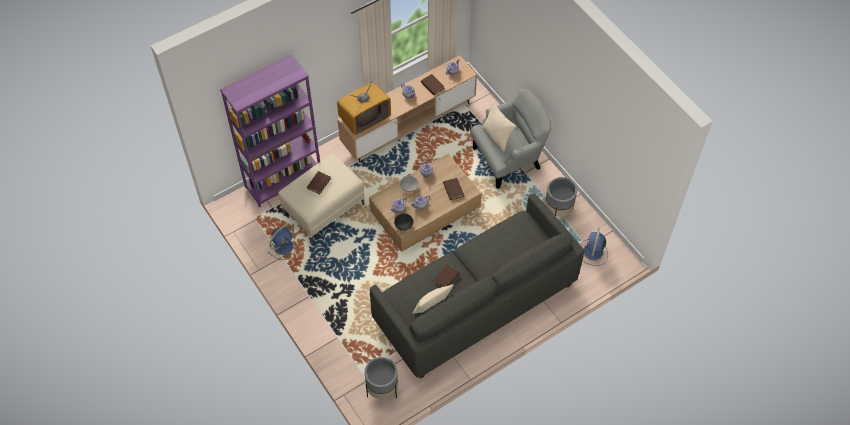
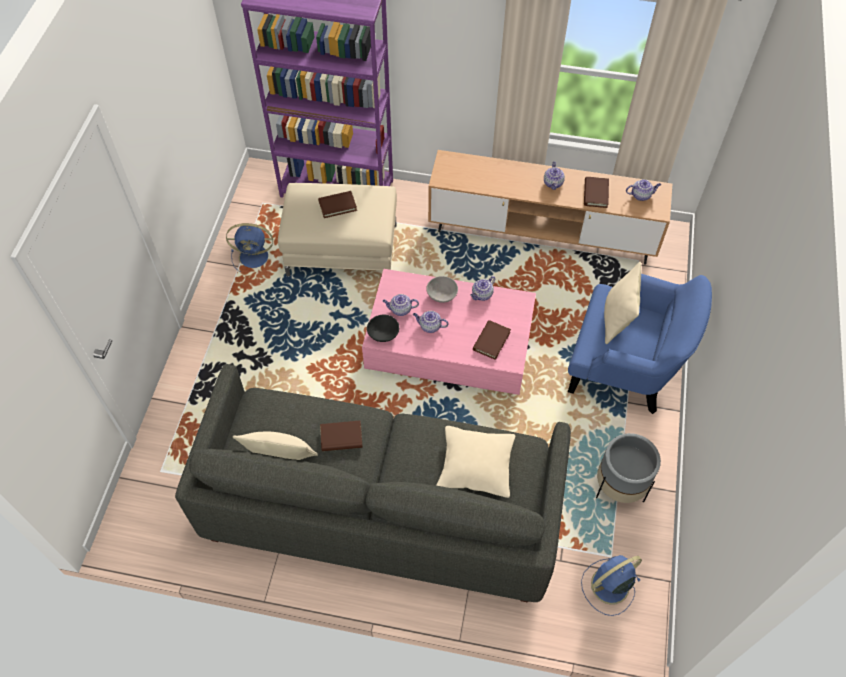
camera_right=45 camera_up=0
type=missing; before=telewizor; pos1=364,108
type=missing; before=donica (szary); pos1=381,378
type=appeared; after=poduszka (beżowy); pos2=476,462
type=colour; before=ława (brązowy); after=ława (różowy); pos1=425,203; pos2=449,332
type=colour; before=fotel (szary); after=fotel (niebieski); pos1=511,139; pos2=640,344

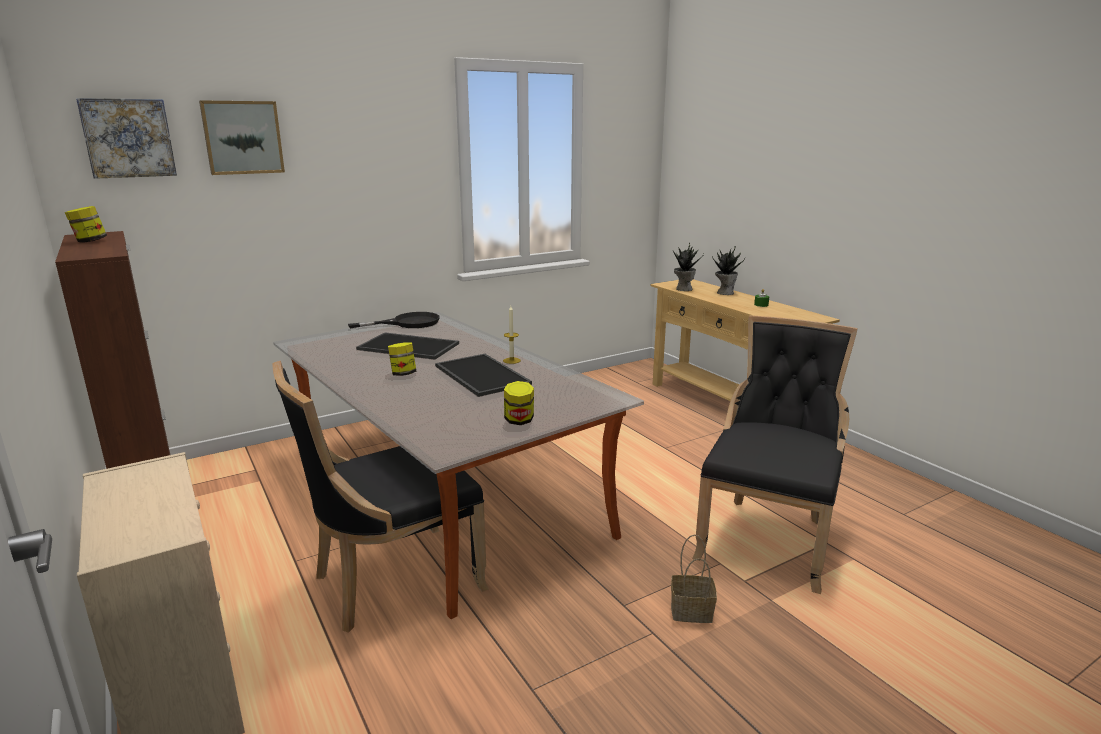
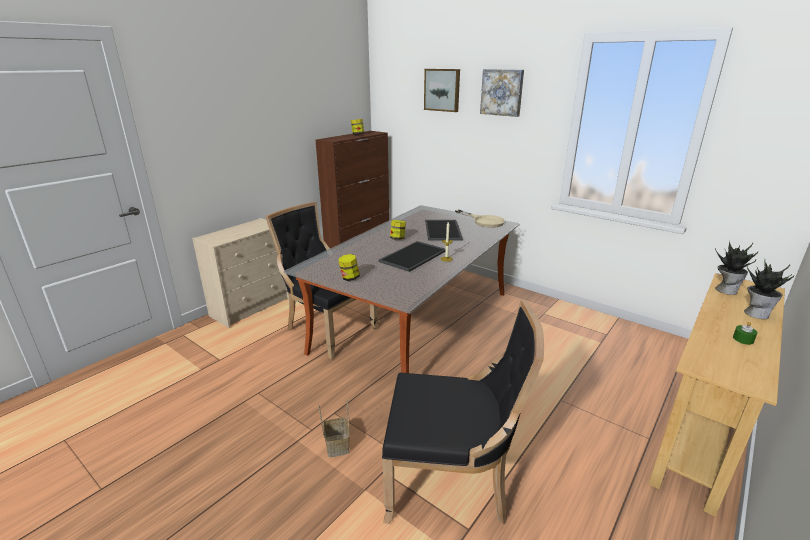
camera_right=70 camera_up=5
type=relocated; before=obraz; pos1=126,138; pos2=502,93
type=colour; before=patelnia (czarny); after=patelnia (beżowy); pos1=394,320; pos2=480,218

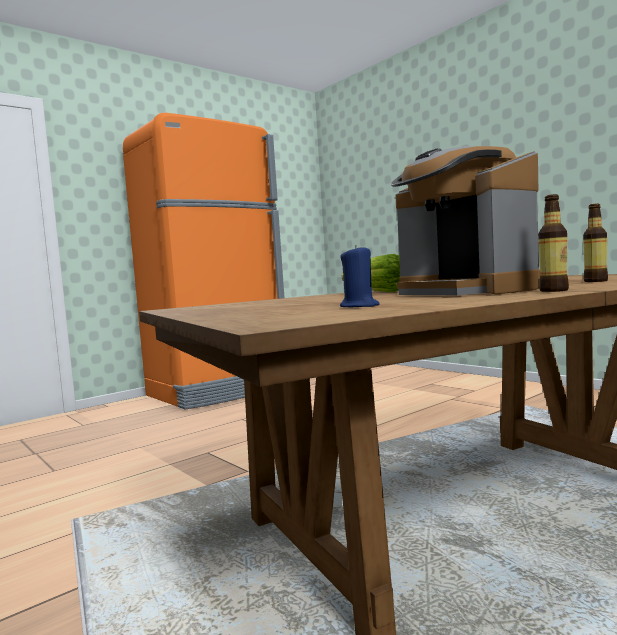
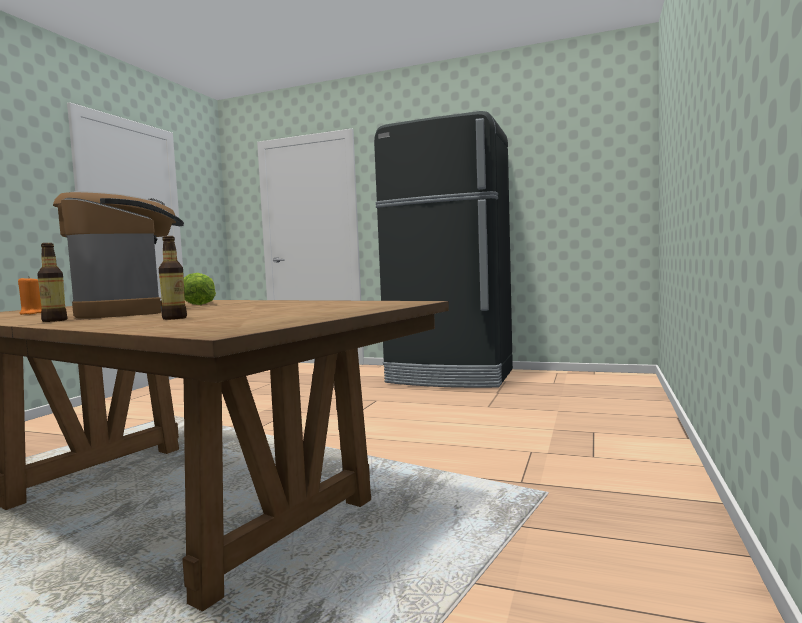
camera_right=60 camera_up=0
type=colour; before=lodówka (pomarańczowy); after=lodówka (czarny); pos1=203,261; pos2=443,249
type=colour; before=świeca (niebieski); after=świeca (pomarańczowy); pos1=360,276; pos2=30,295
type=spun; before=ekspres do kawy; pos1=465,220; pos2=118,254; turn=120

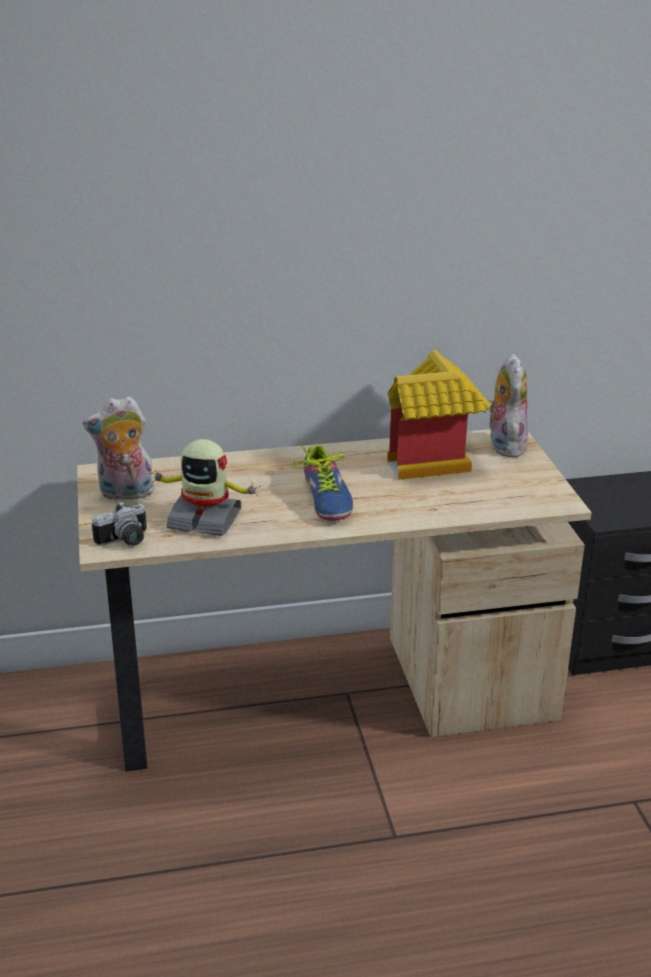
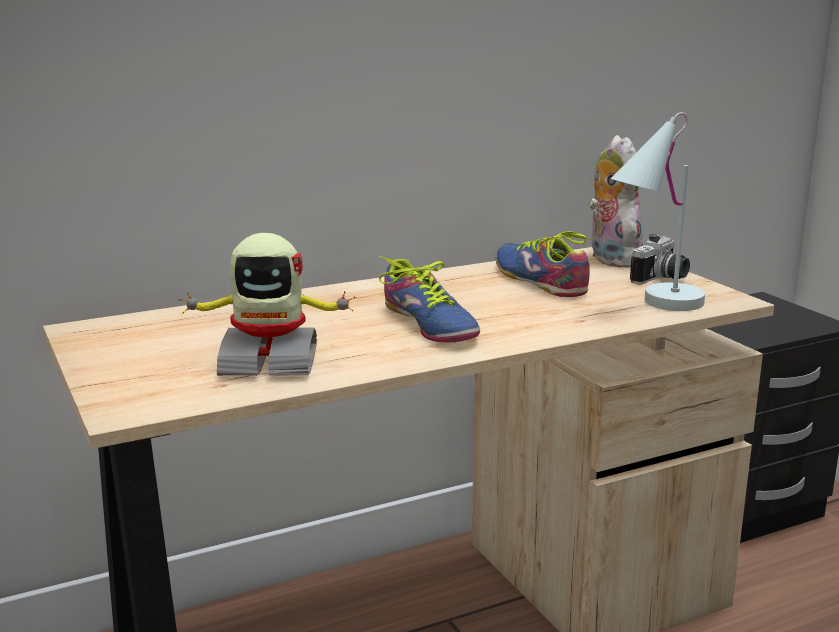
camera_right=-15 camera_up=-10
type=missing; before=pluszak; pos1=119,448
type=appeared; after=lampa stołowa (biały); pos2=658,211
type=relocated; before=aparat fotograficzny; pos1=119,523; pos2=660,258
type=exchanged; before=domek; after=but; pos1=439,415; pos2=545,264

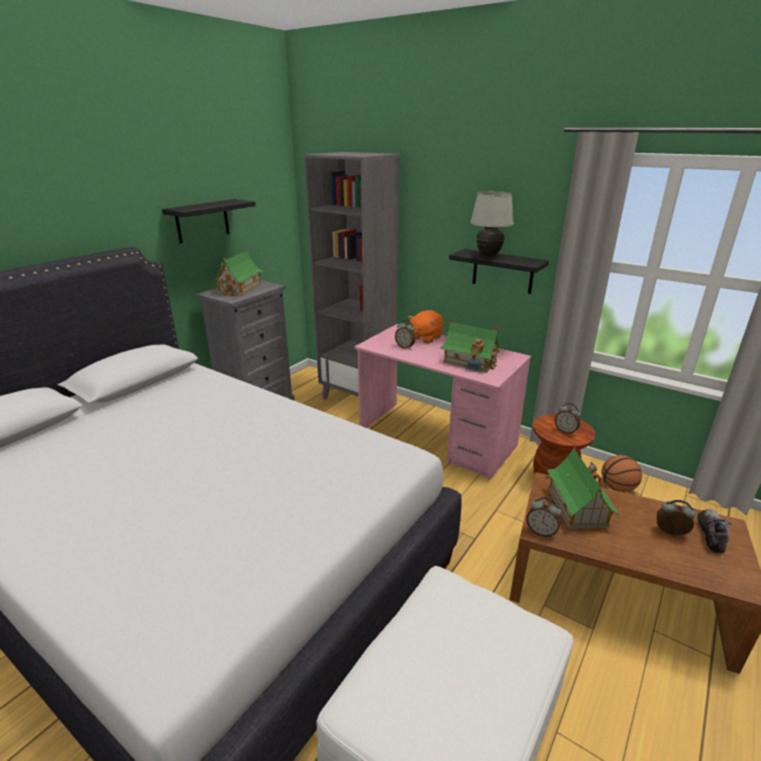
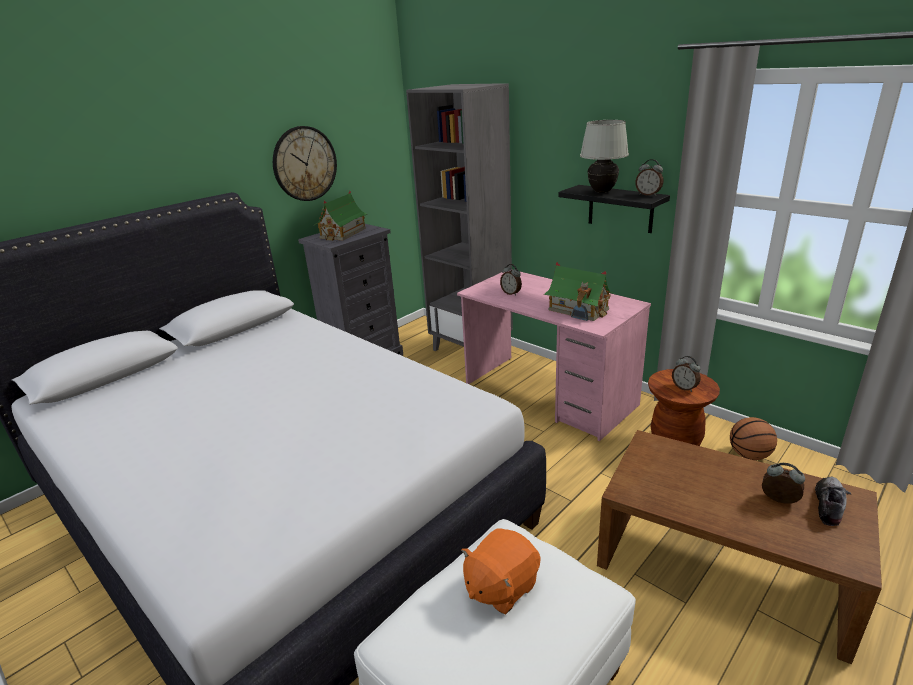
camera_right=10 camera_up=0
type=missing; before=domek; pos1=581,486
type=relocated; before=pluszak (pomarańczowy); pos1=426,326; pos2=501,571
type=relocated; before=budzik; pos1=543,517; pos2=649,177
type=exchanged; before=półka (czarny); after=zegar ścienny; pos1=209,221; pos2=305,163

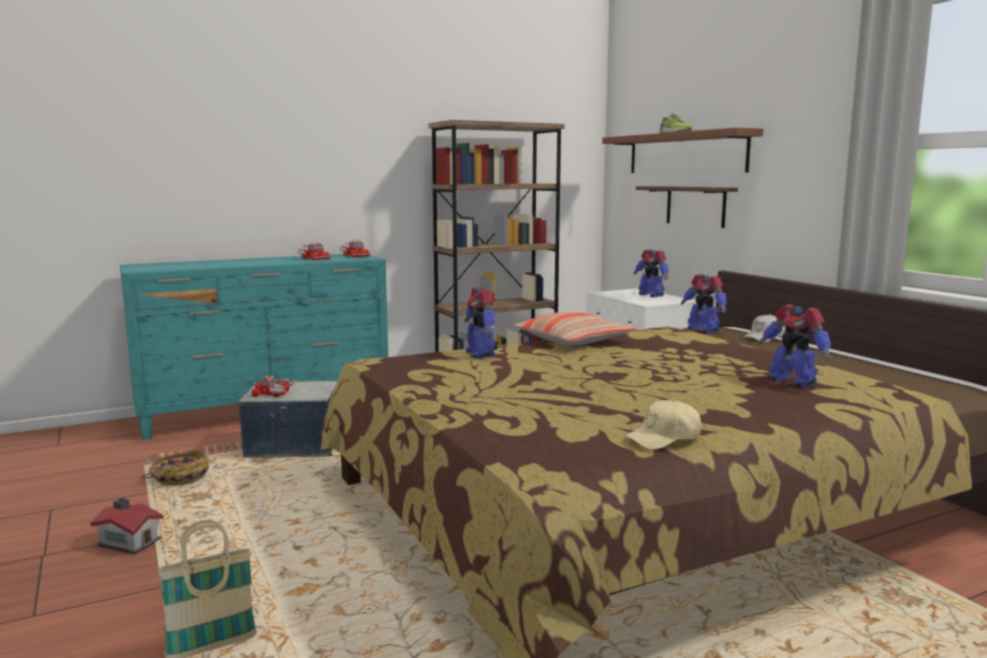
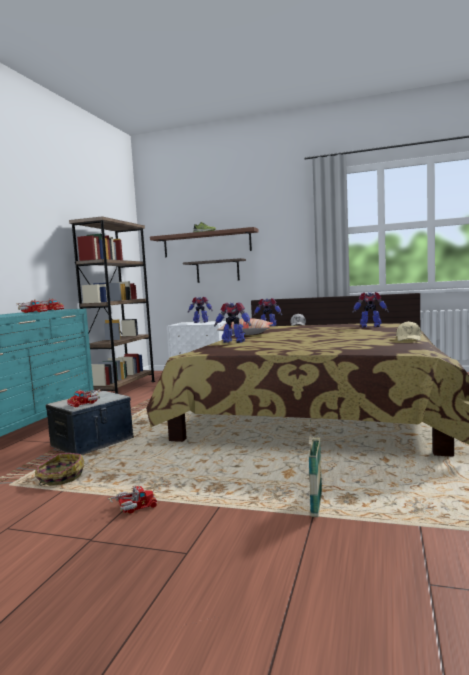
camera_right=-45 camera_up=-5
type=exchanged; before=domek; after=ciężarówka zabawkowa; pos1=127,526; pos2=132,499

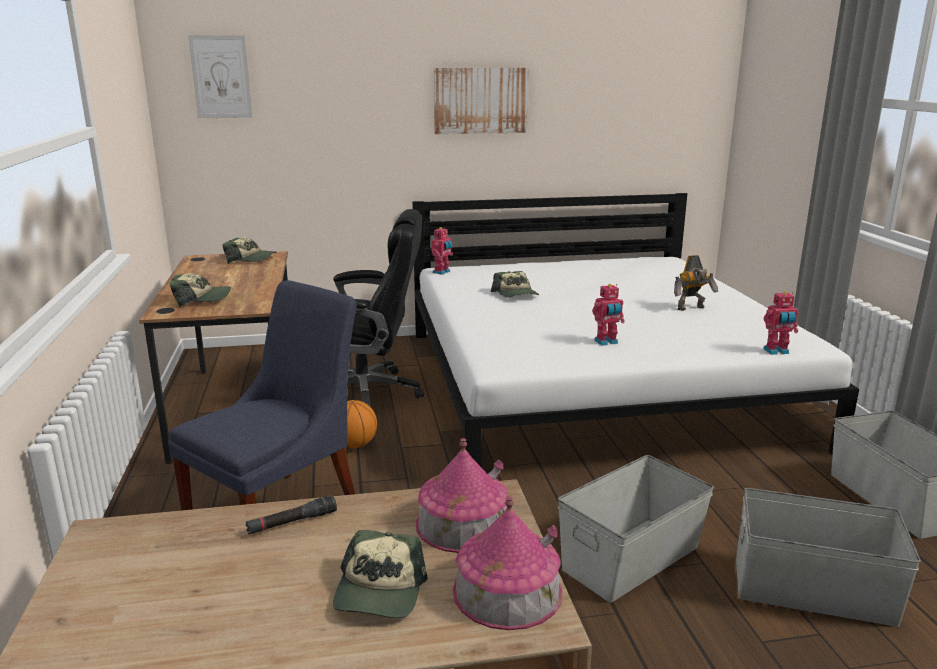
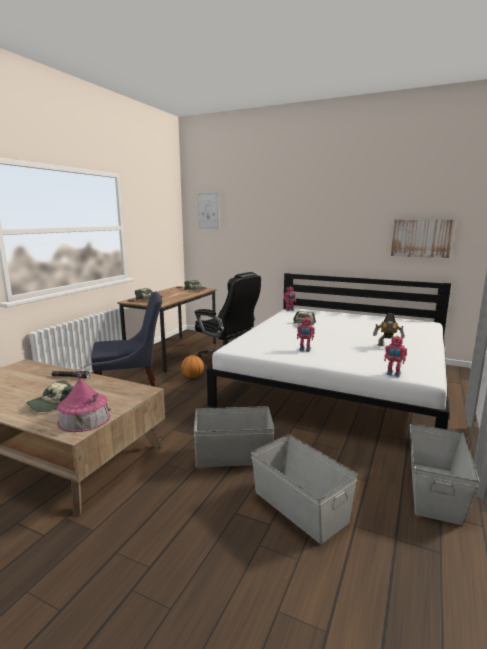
camera_right=35 camera_up=-5
type=missing; before=domek; pos1=462,495
type=relocated; before=obraz; pos1=481,101; pos2=423,239

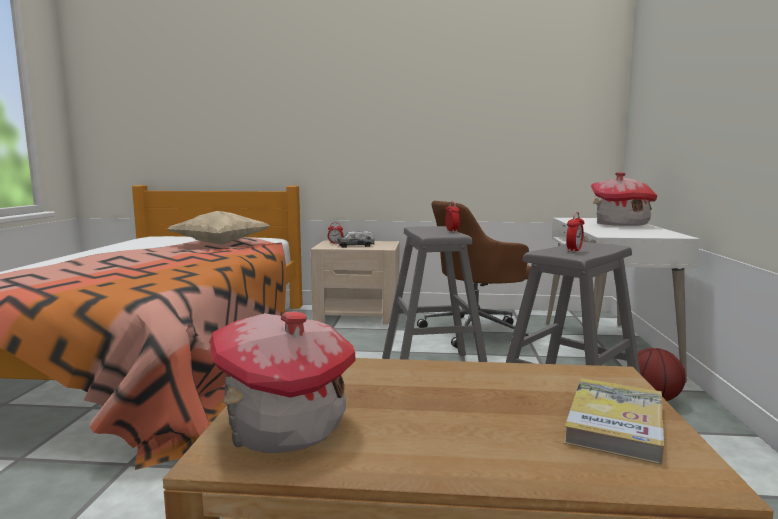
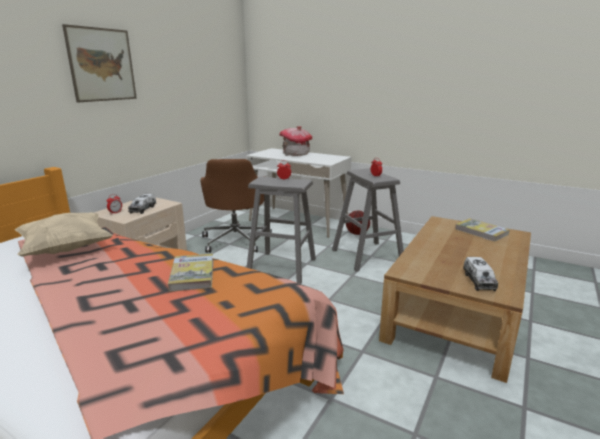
camera_right=-65 camera_up=10
type=appeared; after=obraz; pos2=99,63
type=appeared; after=książka; pos2=190,273
type=exchanged; before=domek; after=ciężarówka zabawkowa; pos1=282,382; pos2=480,274

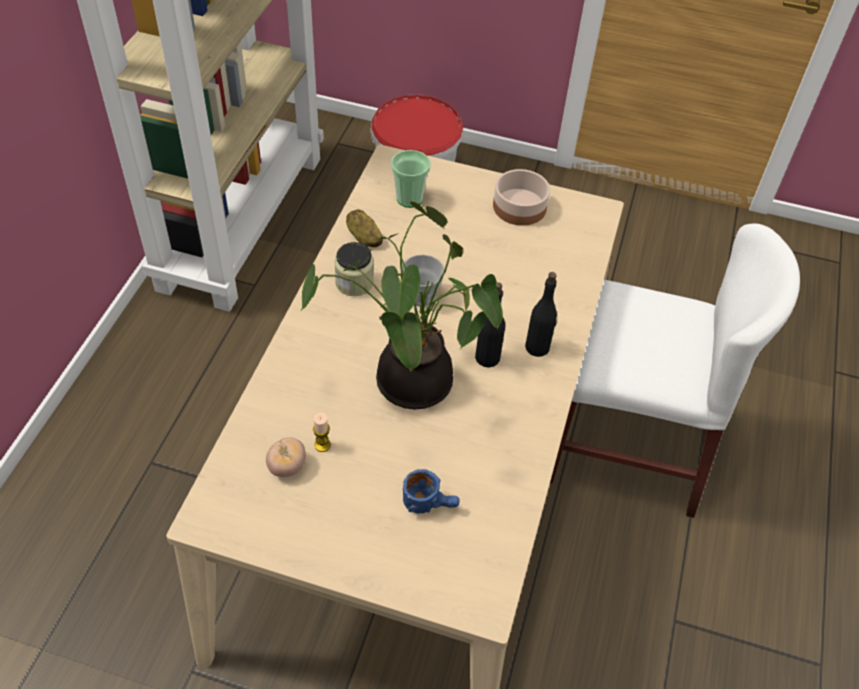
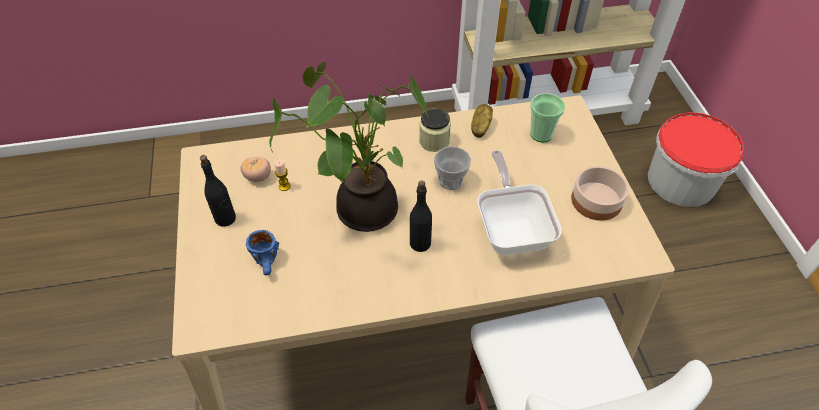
camera_right=65 camera_up=0
type=appeared; after=patelnia; pos2=519,202
type=relocated; before=butelka (czarny); pos1=541,314; pos2=218,191

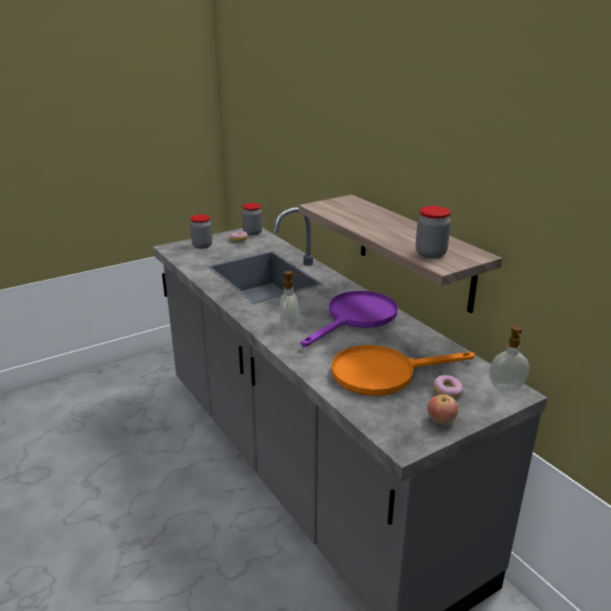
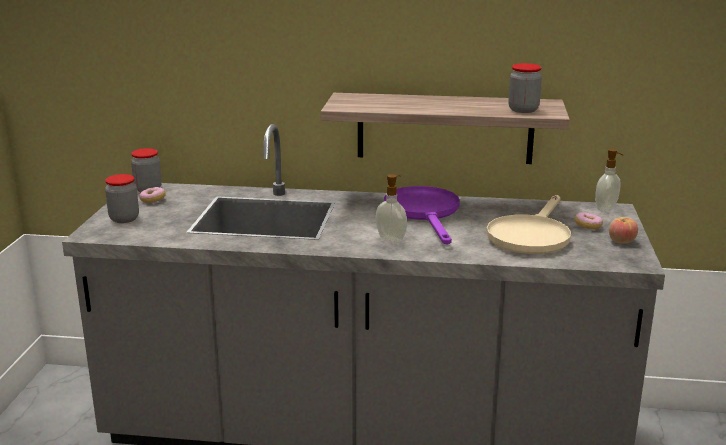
camera_right=-50 camera_up=-5
type=colour; before=patelnia (pomarańczowy); after=patelnia (beżowy); pos1=403,370; pos2=528,224

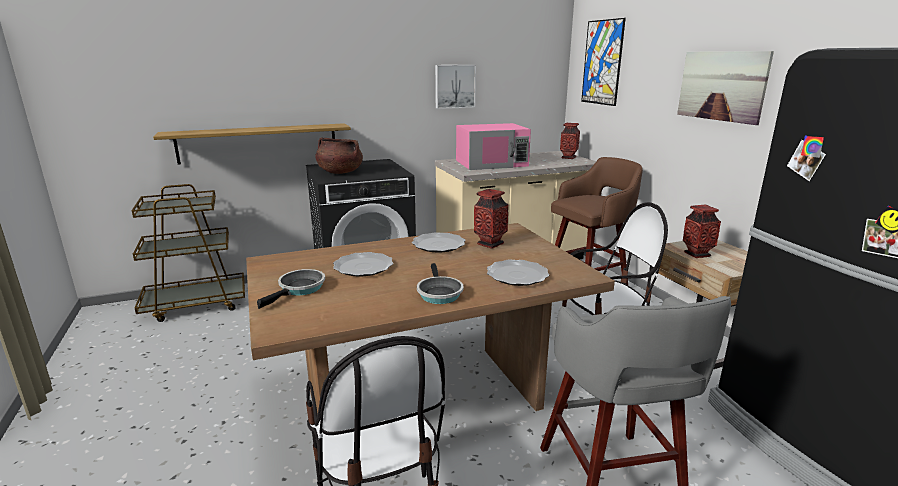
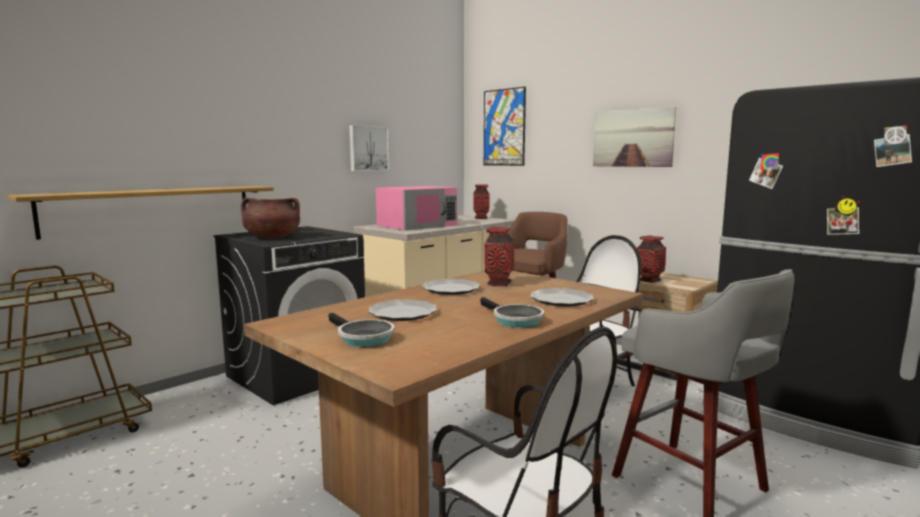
camera_right=-25 camera_up=-10
type=spun; before=patelnia; pos1=291,289; pos2=361,330; turn=135

